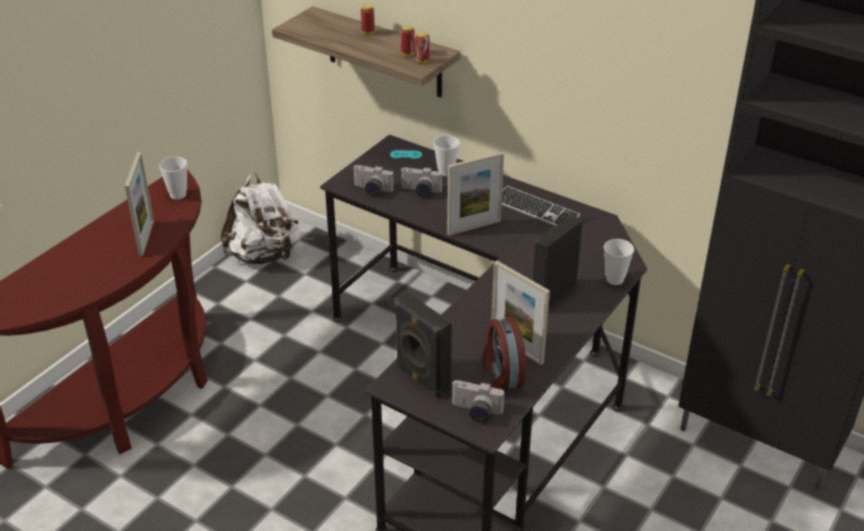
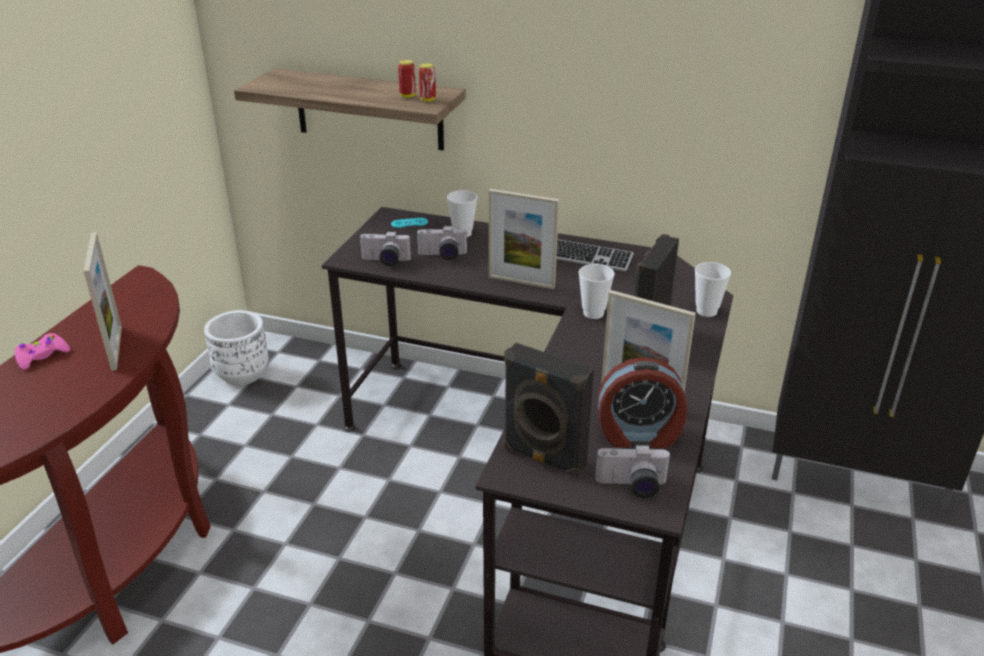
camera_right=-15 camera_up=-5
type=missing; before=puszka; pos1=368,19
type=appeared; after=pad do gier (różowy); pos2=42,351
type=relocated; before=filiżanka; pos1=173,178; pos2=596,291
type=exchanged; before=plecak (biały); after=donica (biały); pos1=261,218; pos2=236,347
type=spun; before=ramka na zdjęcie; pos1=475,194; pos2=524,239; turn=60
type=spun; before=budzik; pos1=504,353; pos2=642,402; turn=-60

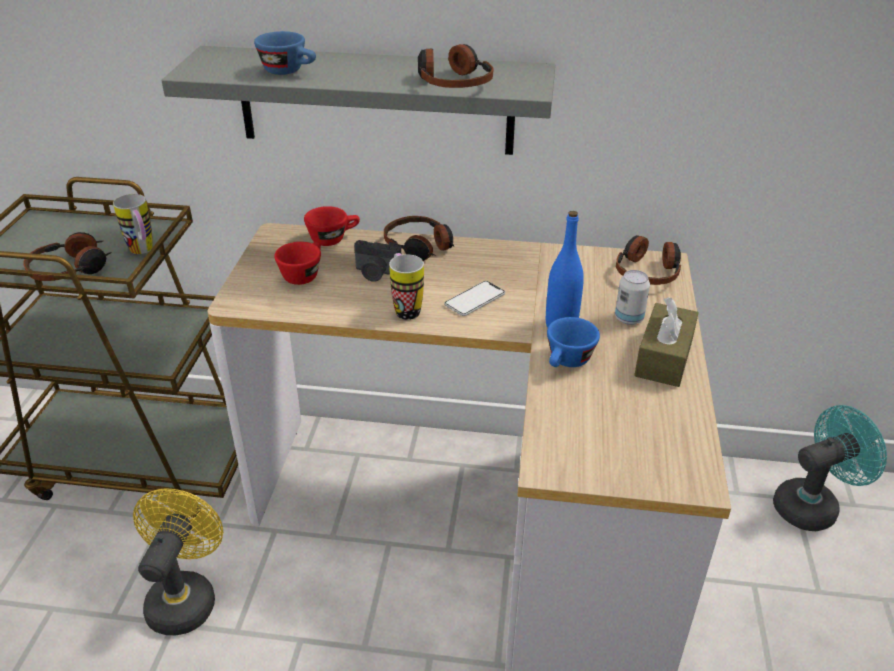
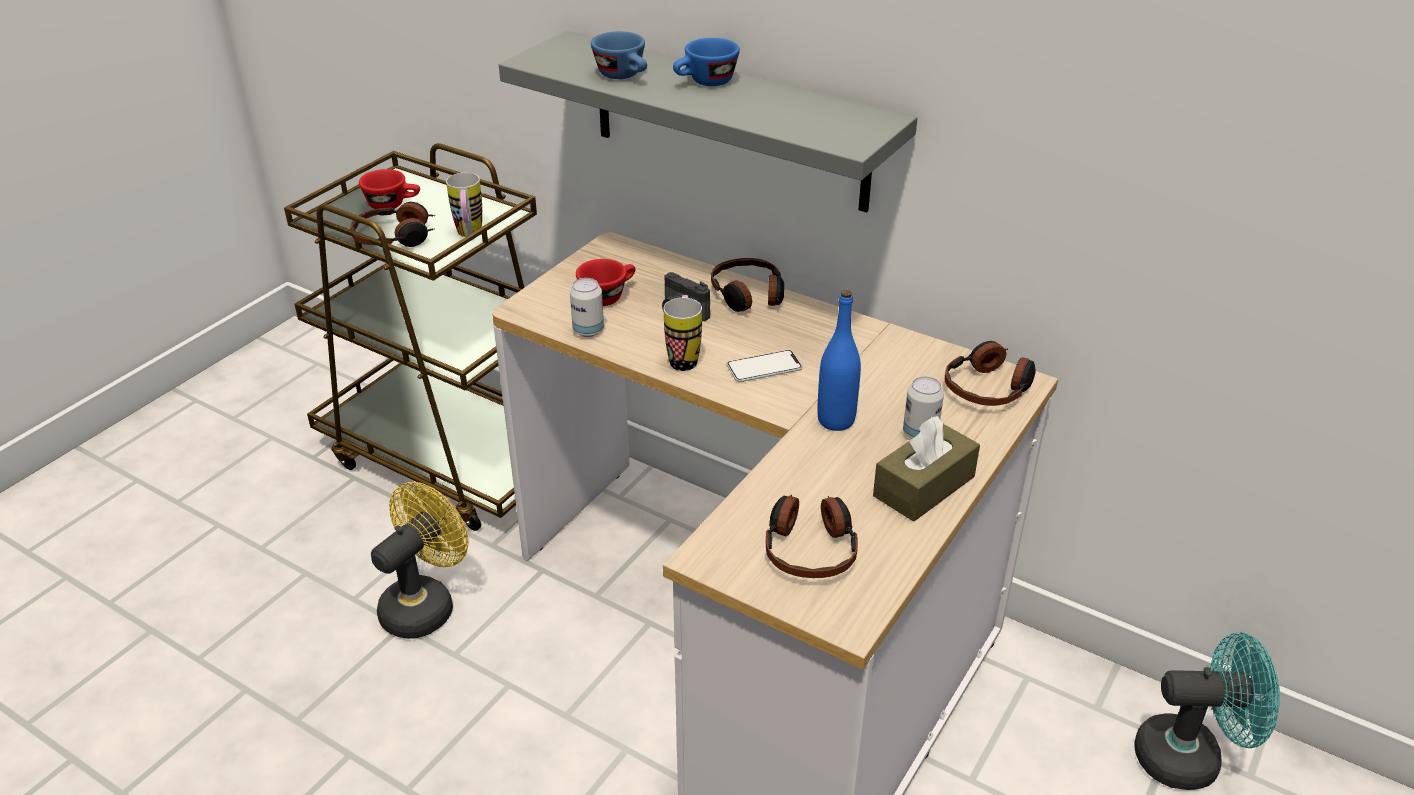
camera_right=25 camera_up=0
type=appeared; after=puszka; pos2=587,307
type=relocated; before=filiżanka (czerwony); pos1=332,226; pos2=389,189
type=relocated; before=słuchawki; pos1=455,66; pos2=812,536
type=relocated; before=filiżanka (niebieski); pos1=573,342; pos2=706,62

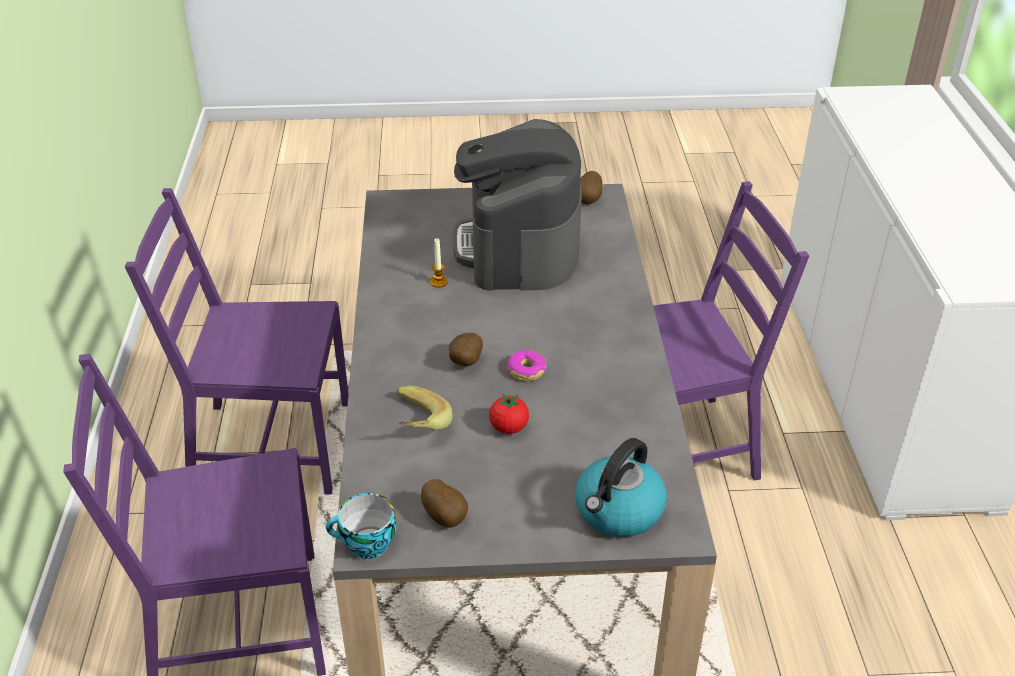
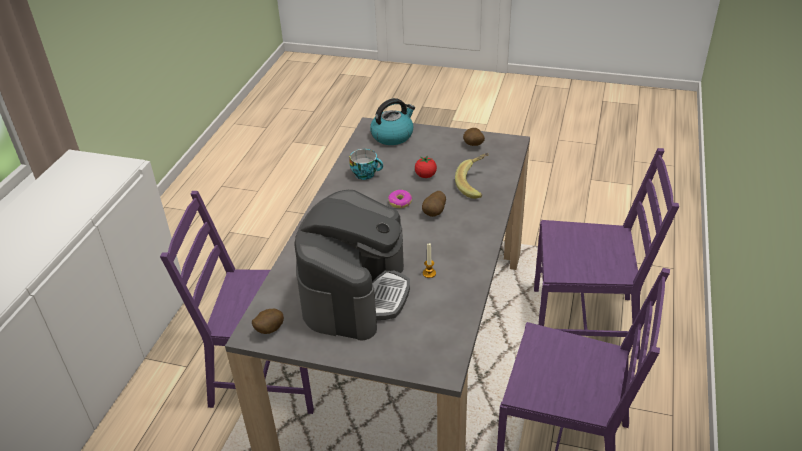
camera_right=-160 camera_up=0
type=relocated; before=filiżanka; pos1=361,526; pos2=366,164

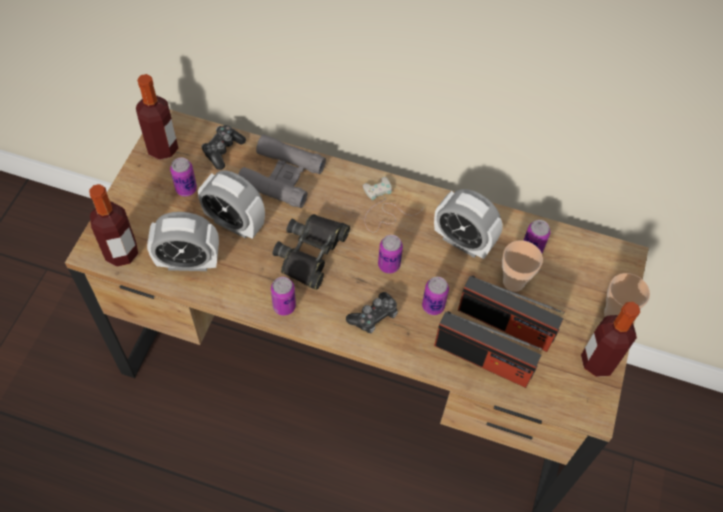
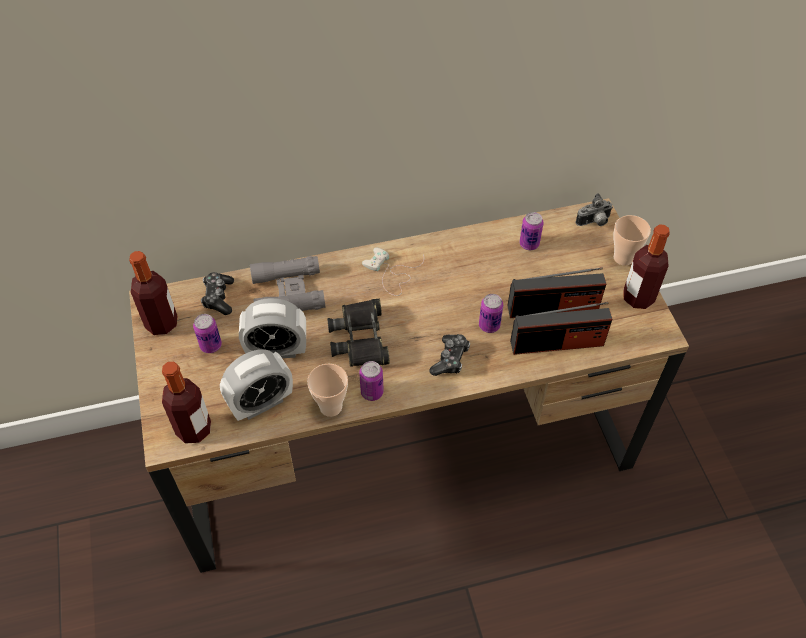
camera_right=-30 camera_up=-5
type=missing; before=puszka; pos1=390,254
type=missing; before=budzik; pos1=468,224
type=appeared; after=aparat fotograficzny; pos2=594,209
type=relocated; before=filiżanka; pos1=522,266; pos2=327,390

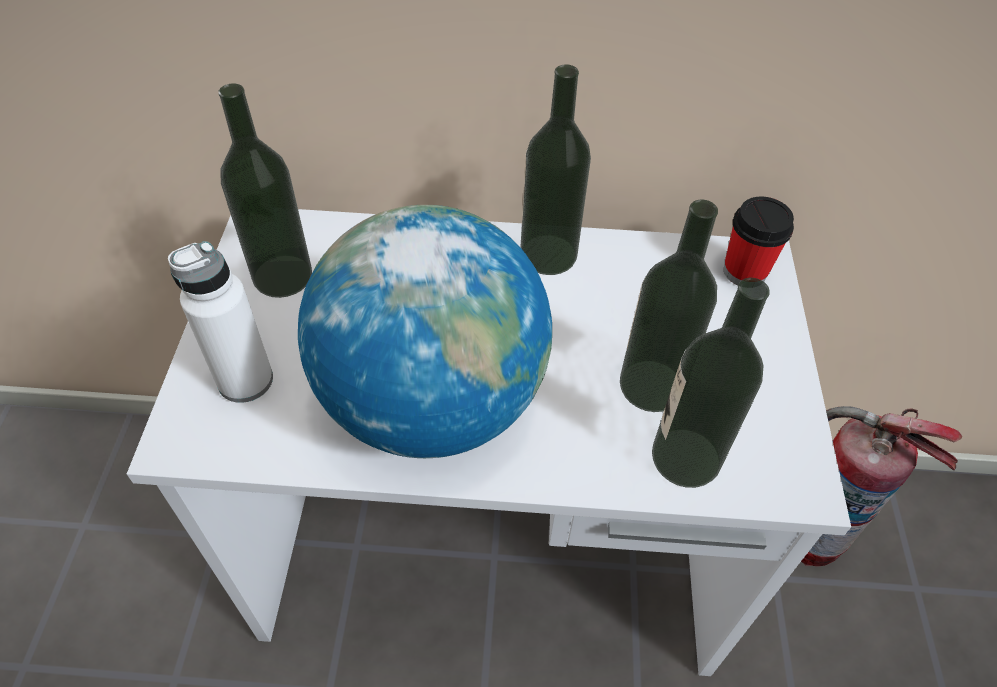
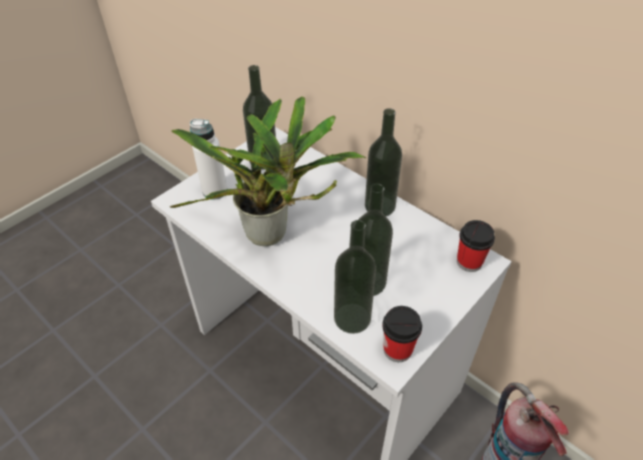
camera_right=40 camera_up=-5
type=appeared; after=filiżanka; pos2=402,334
type=exchanged; before=globus; after=roślina doniczkowa; pos1=425,331; pos2=268,171

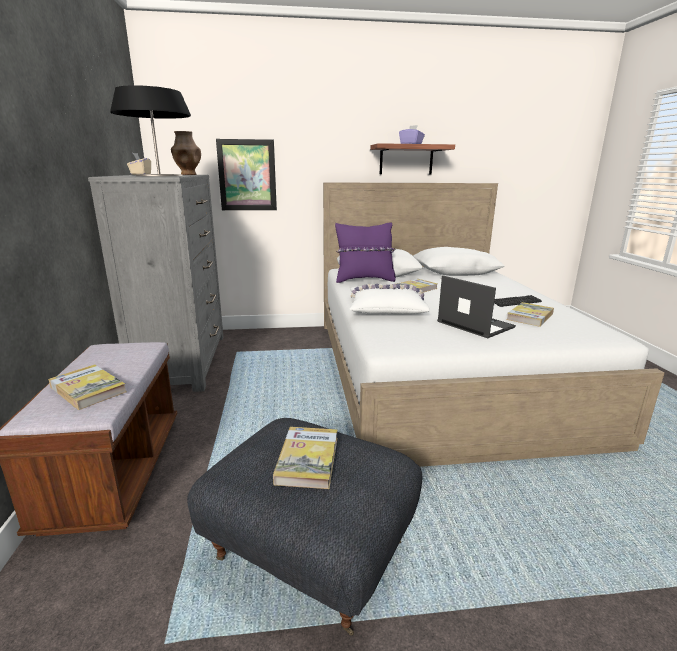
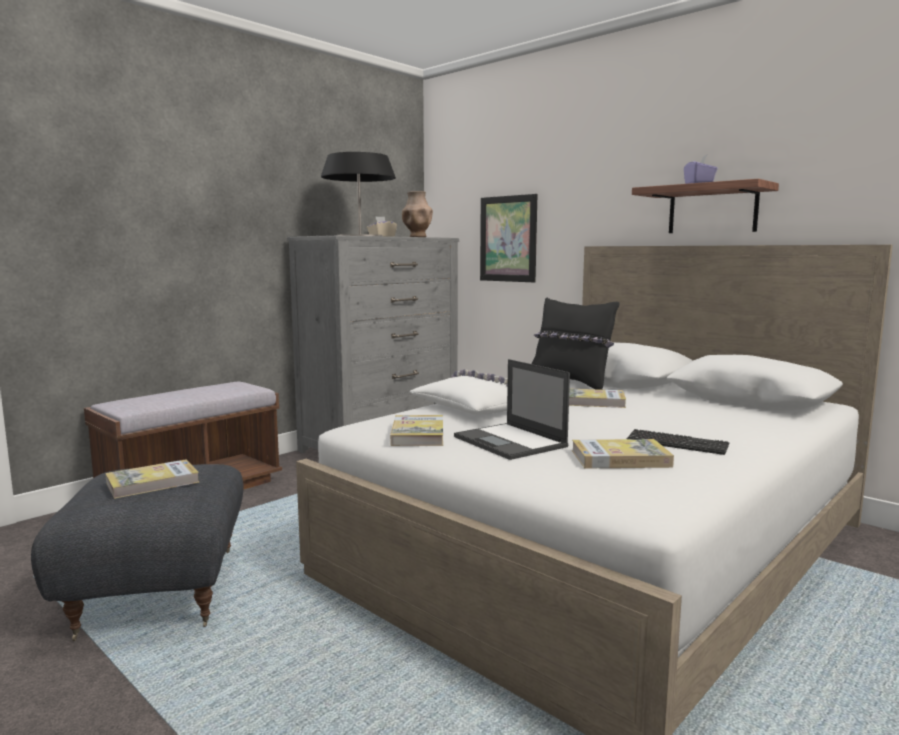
camera_right=50 camera_up=-10
type=relocated; before=książka; pos1=87,387; pos2=416,430
type=colour; before=poduszka (fioletowy); after=poduszka (czarny); pos1=365,252; pos2=575,343
type=spun; before=laptop; pos1=476,306; pos2=512,409; turn=135

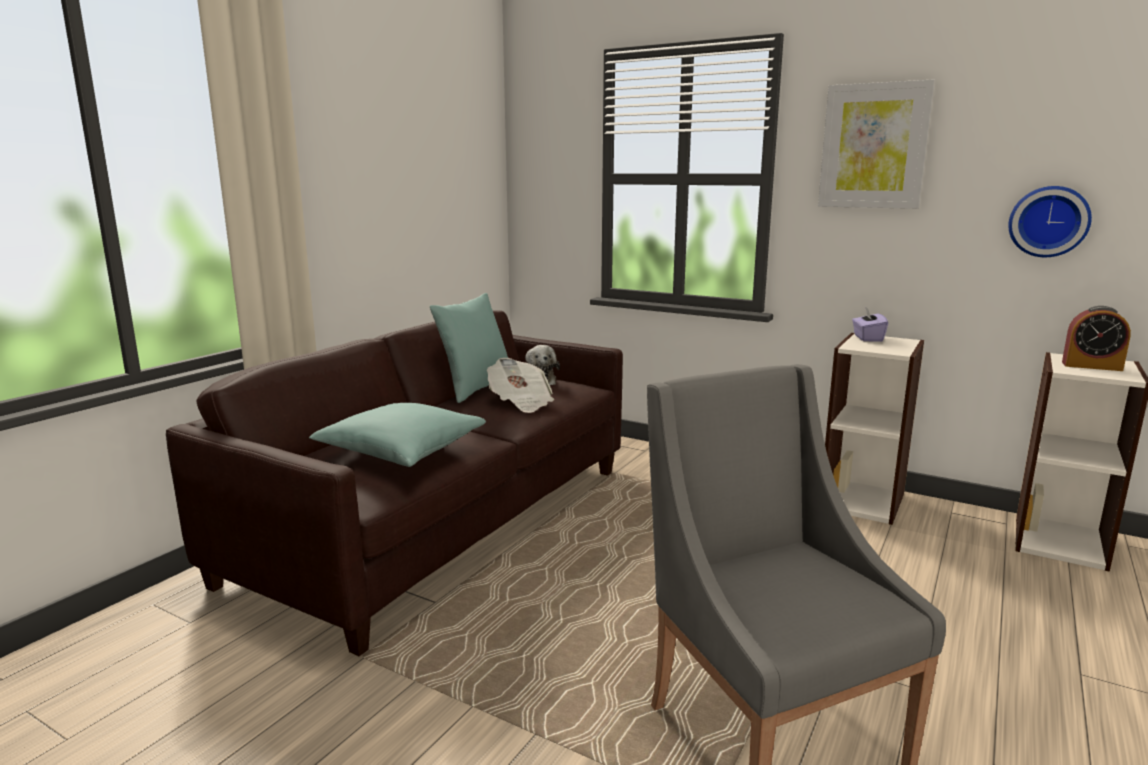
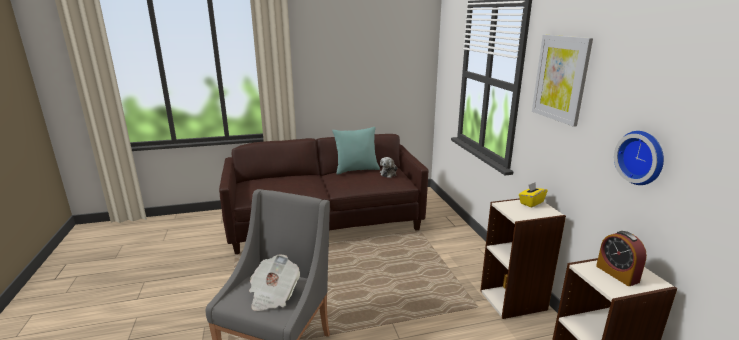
camera_right=45 camera_up=5
type=missing; before=poduszka (turkusowy); pos1=397,435
type=relocated; before=gazeta; pos1=520,385; pos2=274,282
type=colour; before=pudełko chusteczek (fioletowy); after=pudełko chusteczek (żółty); pos1=870,325; pos2=533,195

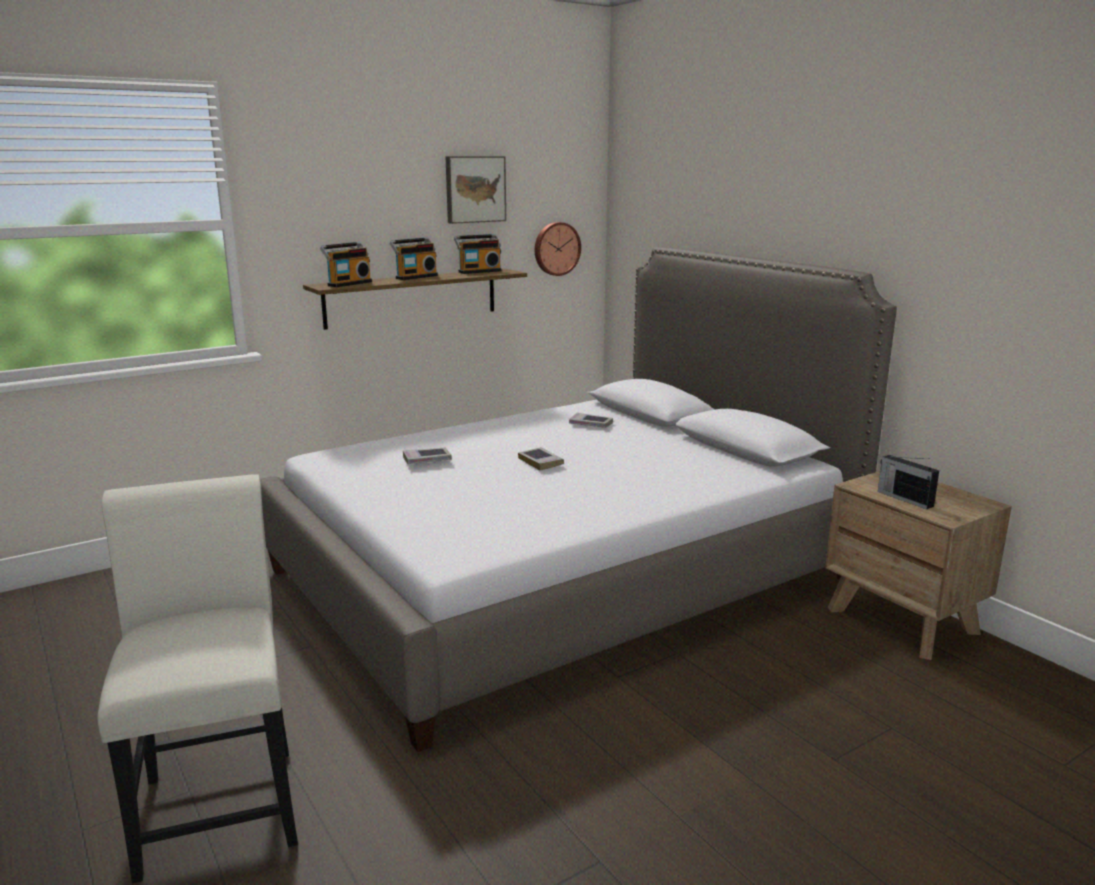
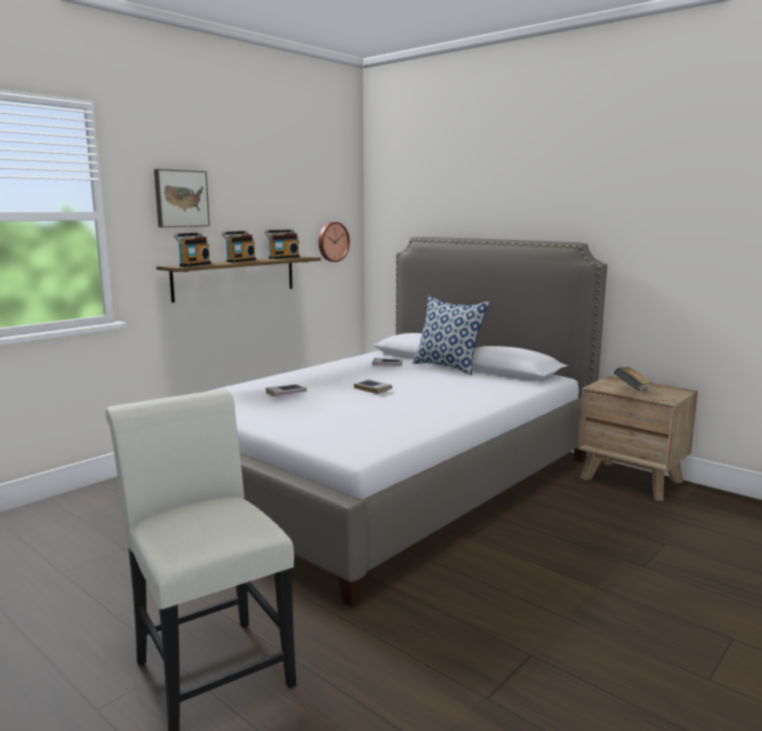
camera_right=-15 camera_up=-5
type=appeared; after=poduszka; pos2=450,335
type=relocated; before=obraz; pos1=475,190; pos2=182,198
type=exchanged; before=radio; after=książka; pos1=908,482; pos2=633,379

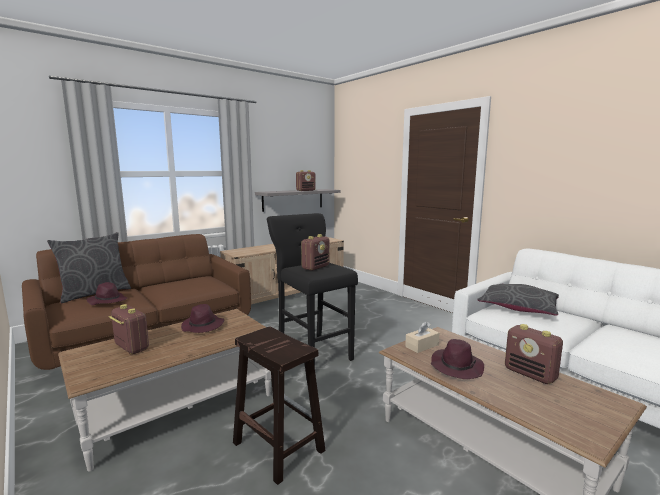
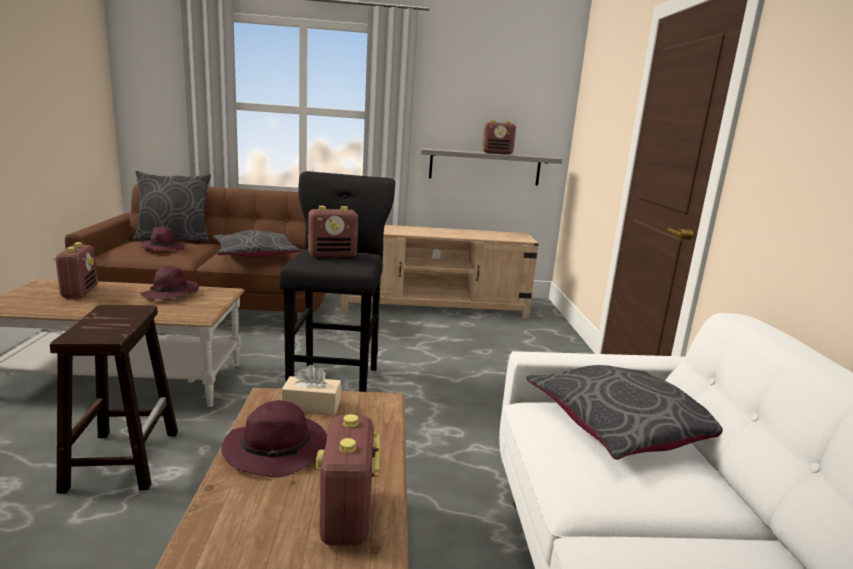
camera_right=35 camera_up=5
type=appeared; after=poduszka (szary); pos2=256,243

